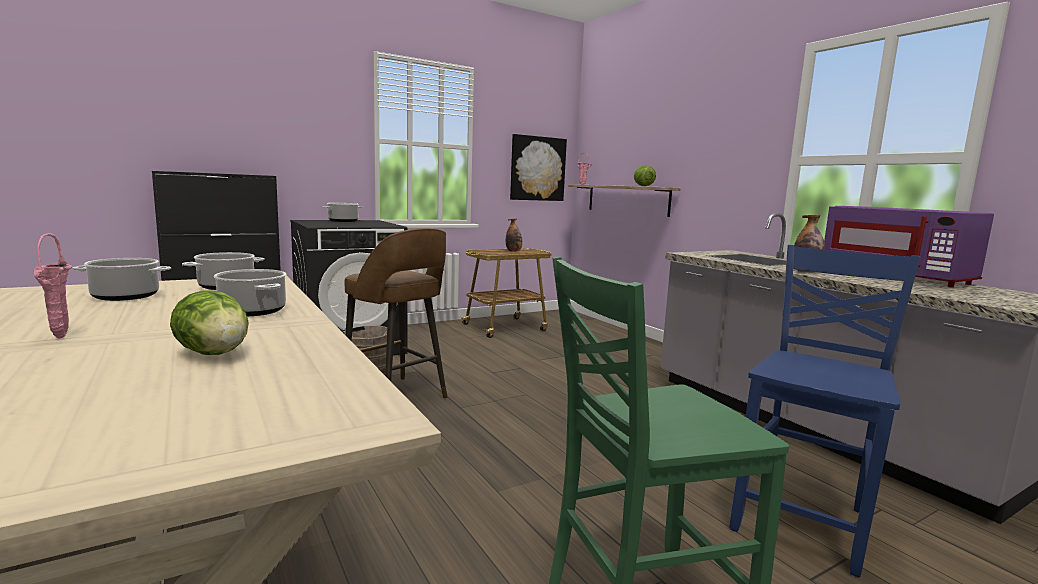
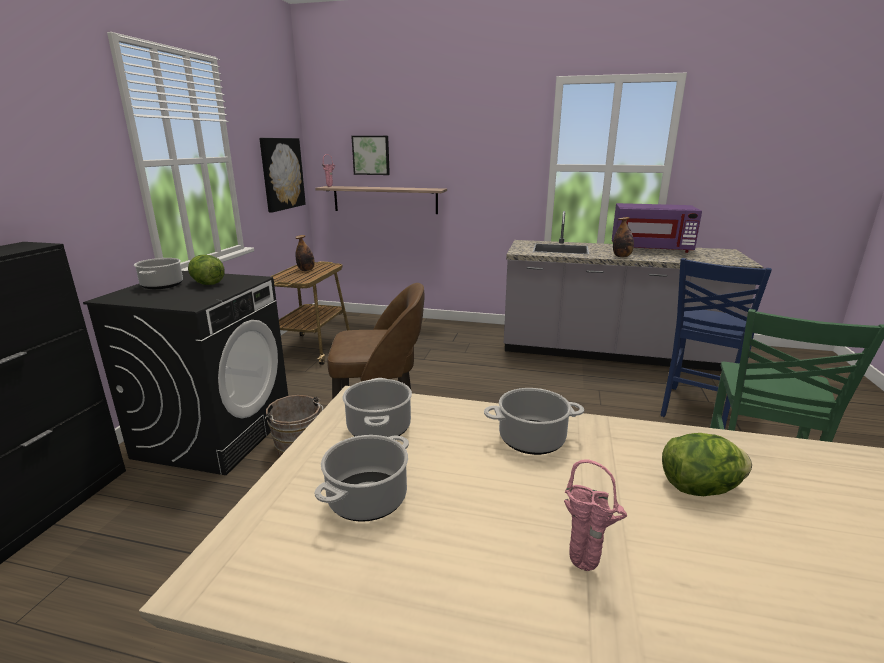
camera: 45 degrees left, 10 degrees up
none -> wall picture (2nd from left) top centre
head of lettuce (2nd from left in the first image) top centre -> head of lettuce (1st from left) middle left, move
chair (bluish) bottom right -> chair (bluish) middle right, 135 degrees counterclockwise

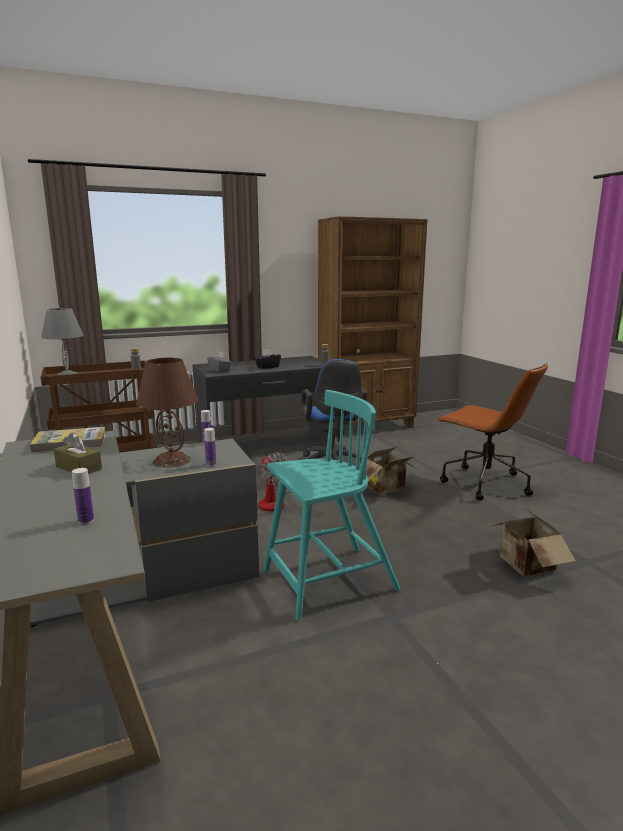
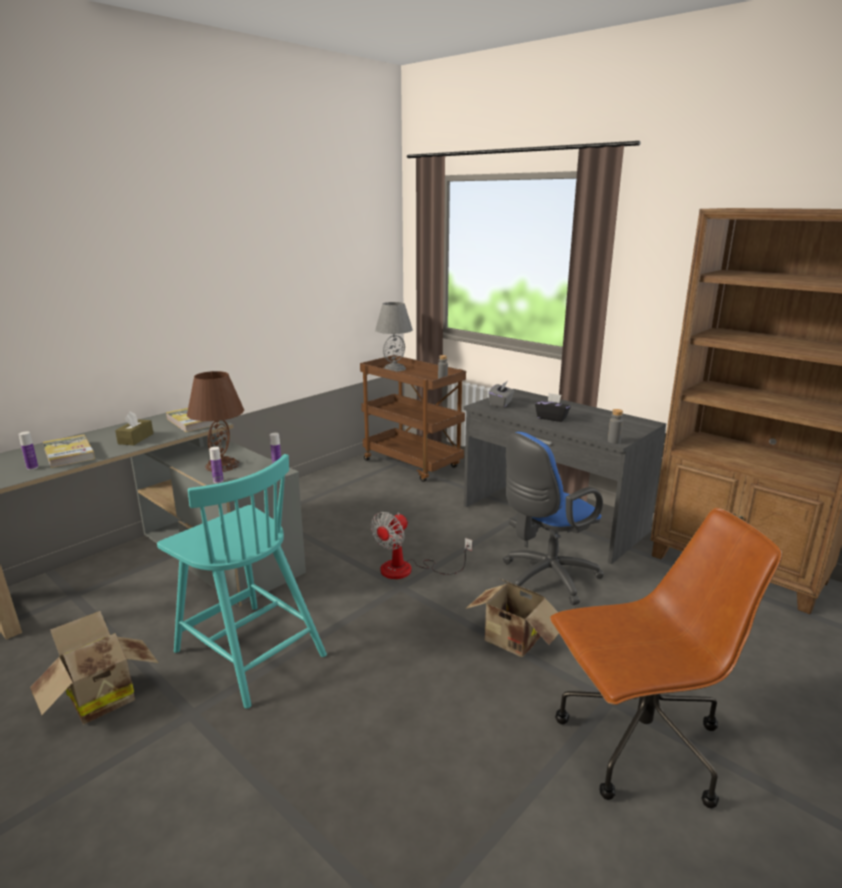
camera: 65 degrees right, 5 degrees up
none -> volume (1st from left) middle left
packing box (2nd from left in the first image) middle right -> packing box (1st from left) bottom left, move
desk chair (brown-coloured) middle right -> desk chair (brown-coloured) bottom right, 120 degrees counterclockwise

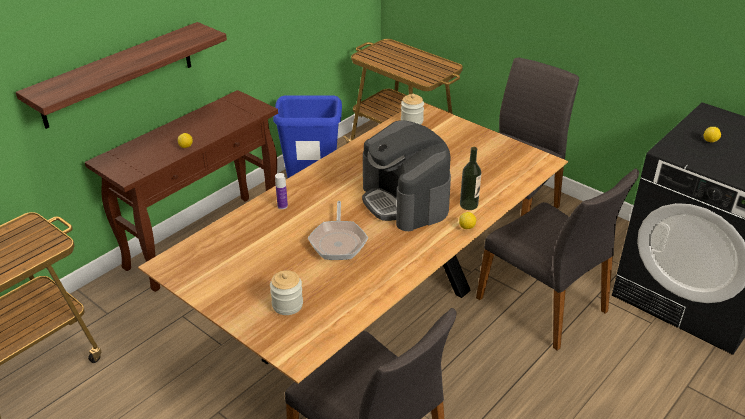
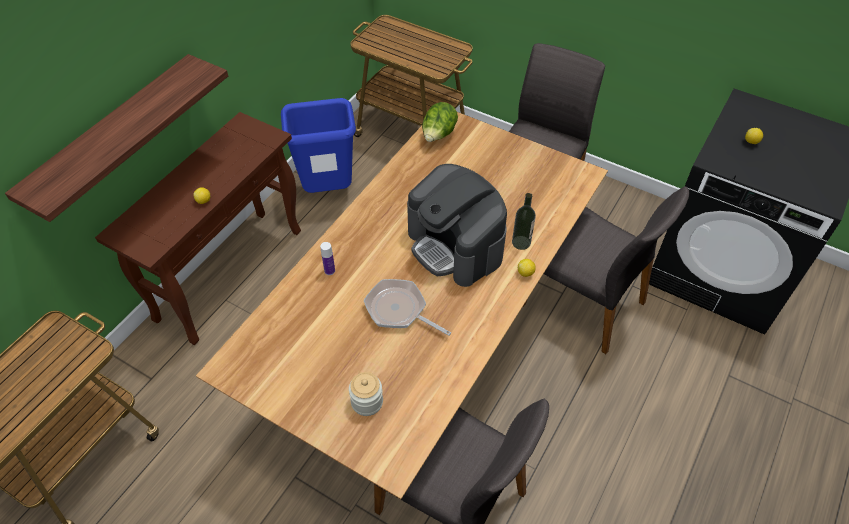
camera: 10 degrees left, 15 degrees up
storage jar (2nd from left) top centre -> head of lettuce top centre
frying pan centre, 135 degrees clockwise

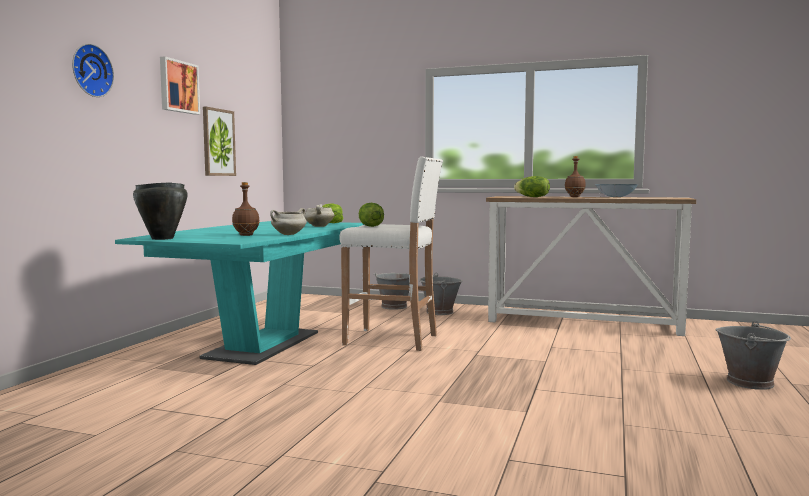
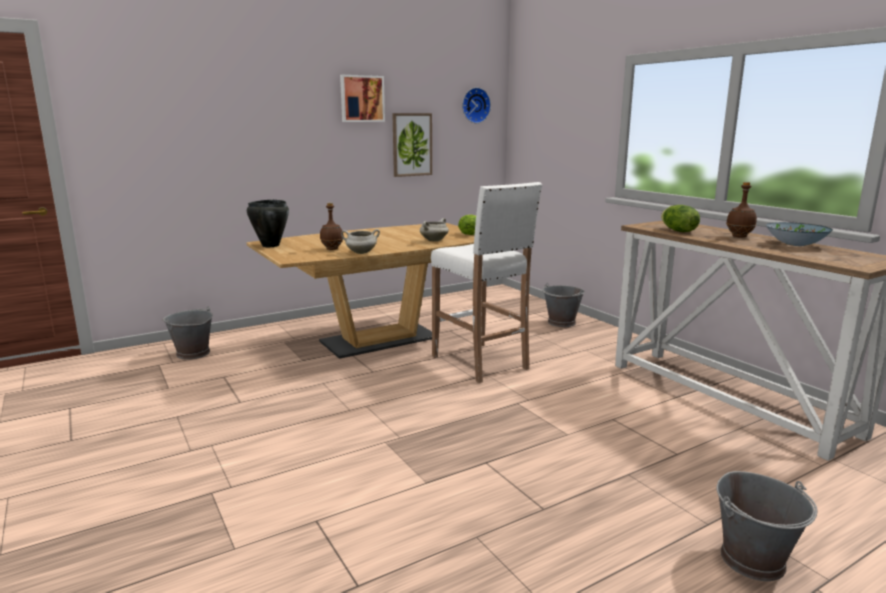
camera: 40 degrees right, 10 degrees up
head of lettuce (2nd from left) centre -> none
clock on the wall top left -> clock on the wall top centre, move
bucket (gray) (2nd from left in the first image) centre -> bucket (gray) (1st from left) middle left, move
kitchen table (blue-green) middle left -> kitchen table (brown-coloured) centre

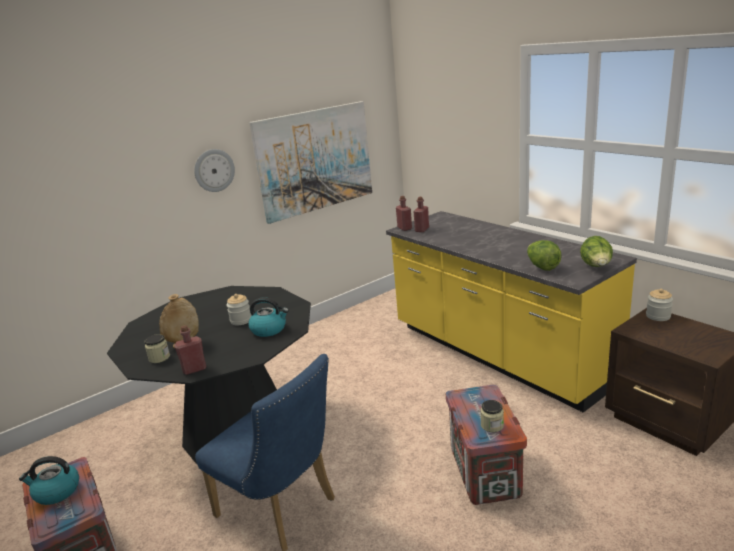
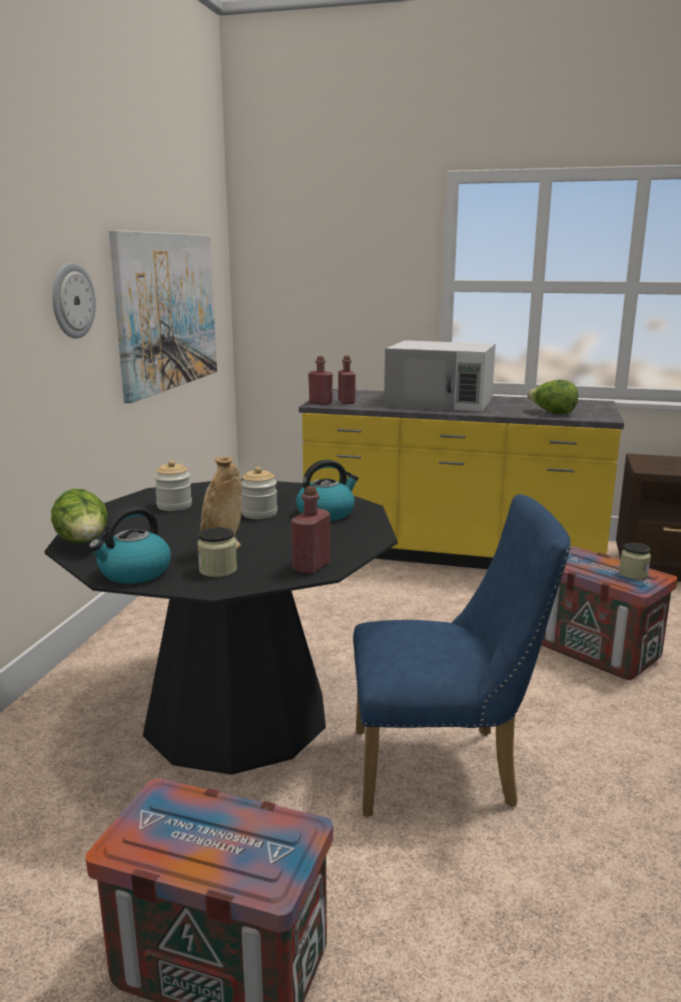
camera: 40 degrees left, 5 degrees down
none -> microwave (white-coloured) centre
tea kettle (1st from left) bottom left -> tea kettle (1st from left) middle left, move
head of lettuce (2nd from left in the first image) middle right -> head of lettuce (1st from left) middle left, move
storage jar (4th from left in the first image) middle right -> storage jar (1st from left) middle left, move

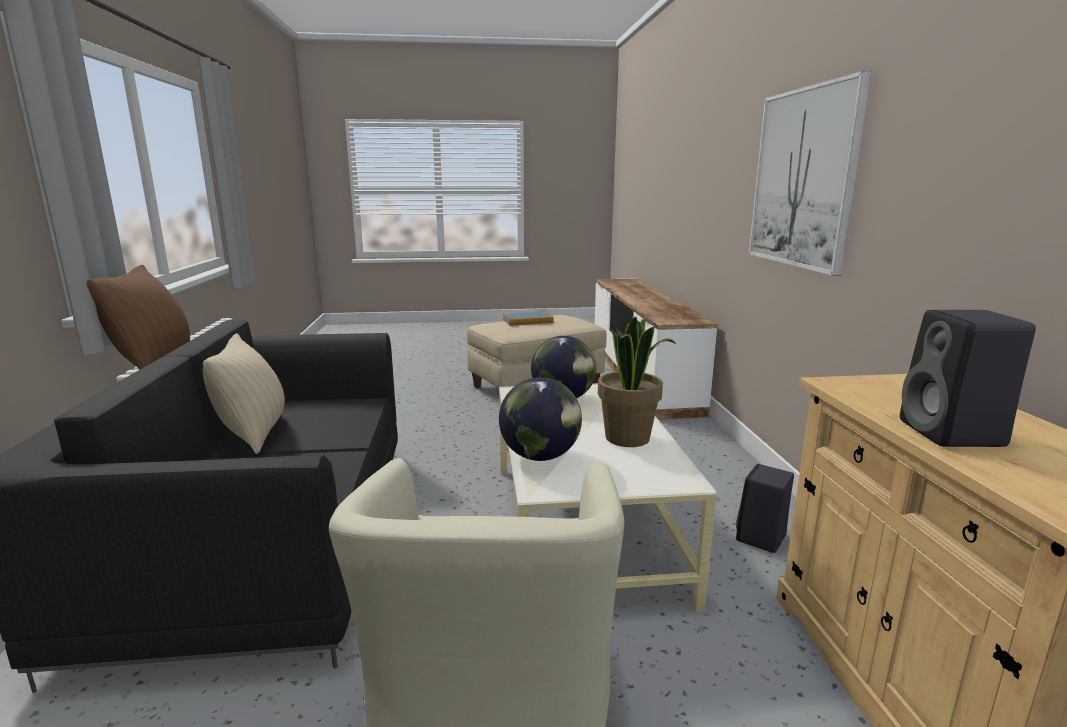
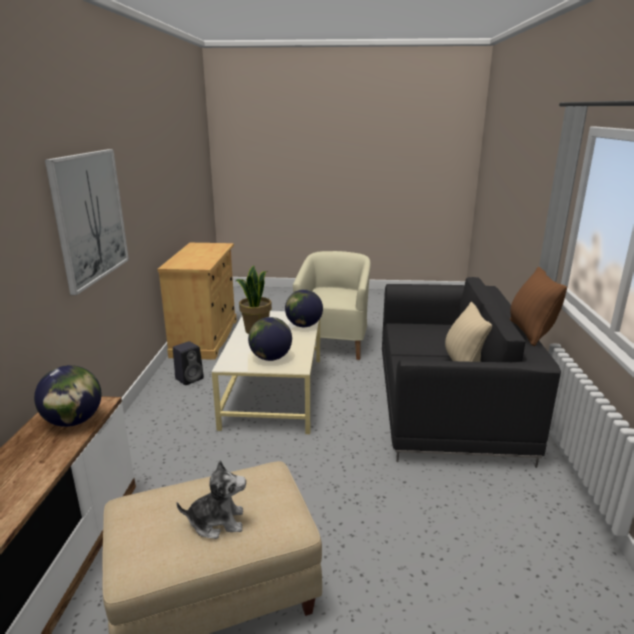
camera: 170 degrees left, 5 degrees up
audio speaker (blackish) (2nd from left) middle right -> none
none -> world globe (1st from left) middle left
volume centre -> cuddly toy bottom left

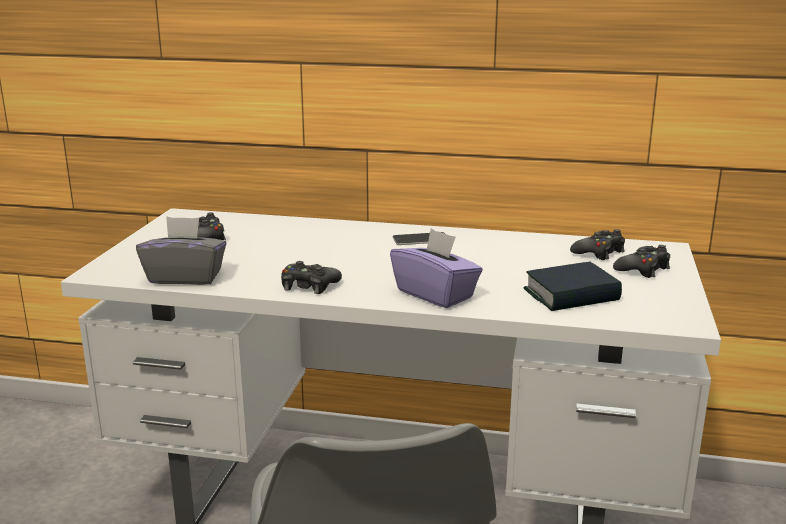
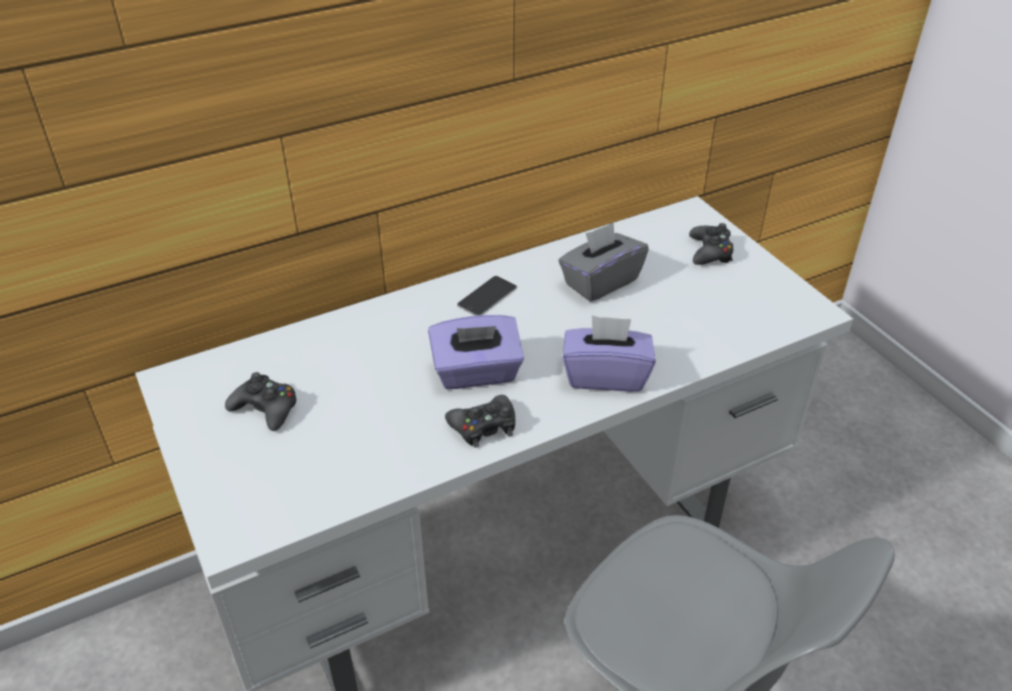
camera: 40 degrees left, 20 degrees up
volume middle right -> none
game controller (blackish) (3rd from left) middle right -> none
none -> tissue holder (purplish) (1st from left) centre
tissue holder (gray) middle left -> tissue holder (gray) centre, move

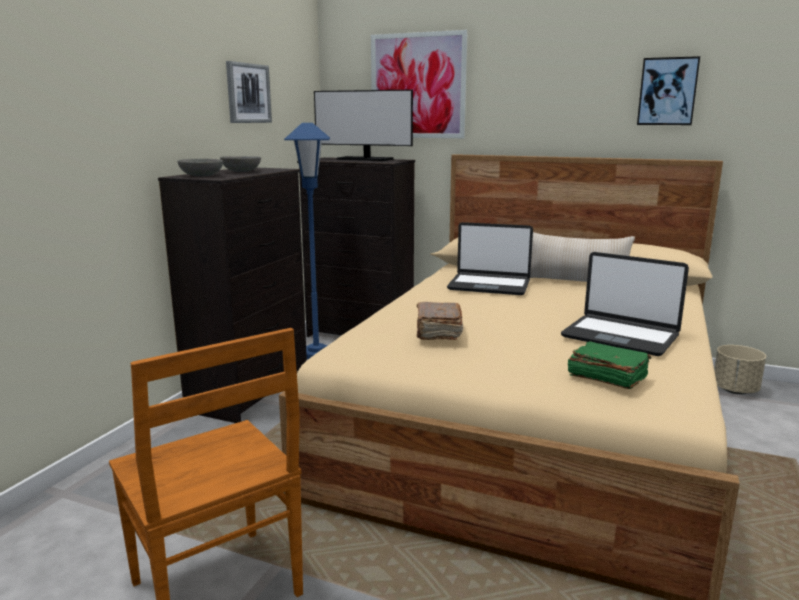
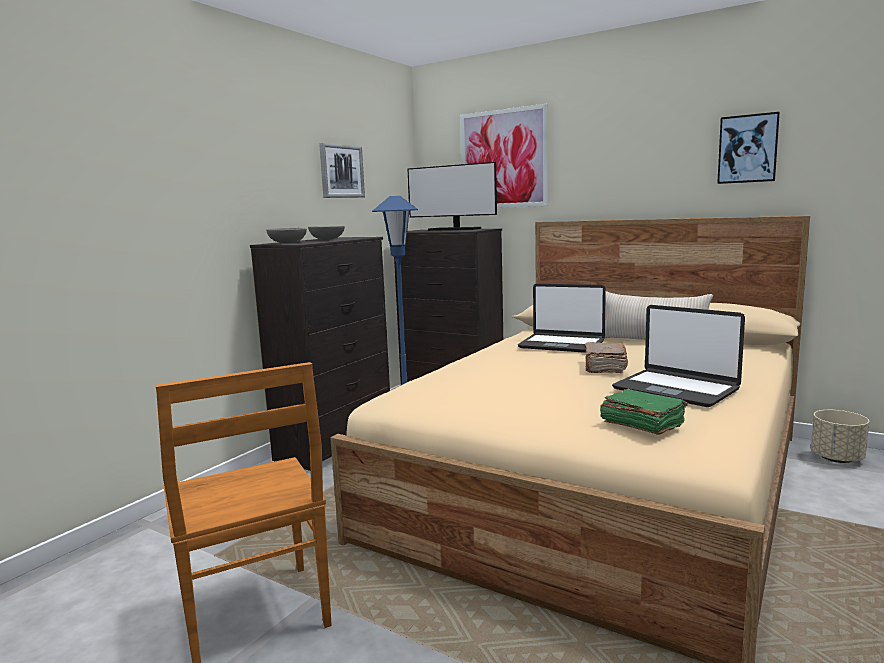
camera: 10 degrees right, 5 degrees down
volume (brown-coloured) centre -> volume (brown-coloured) middle right, move

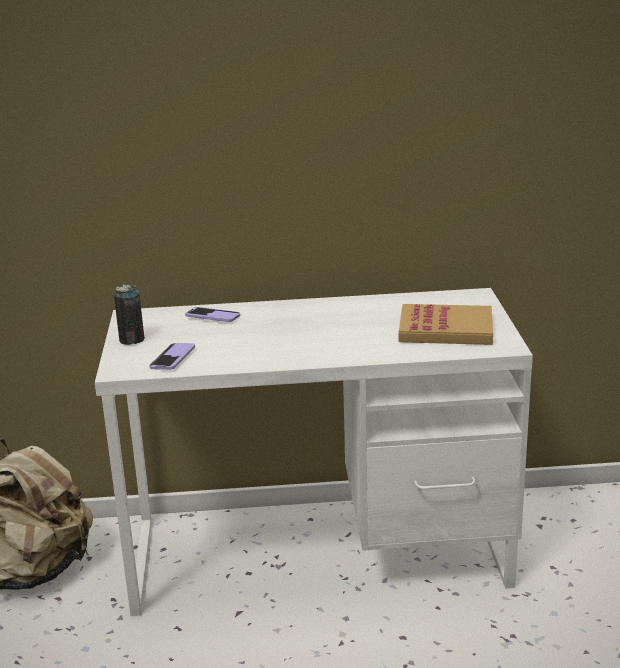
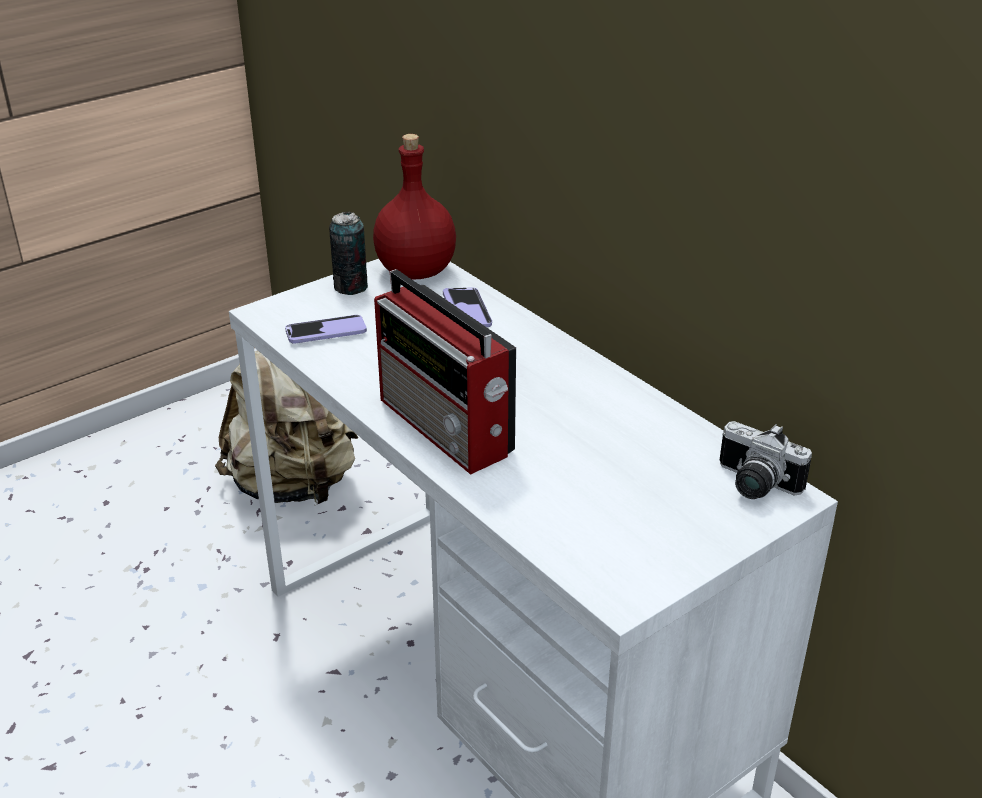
camera: 55 degrees right, 10 degrees up
volume middle right -> none
none -> beverage bottle (reddish) top centre
none -> radio set centre
none -> photo camera middle right

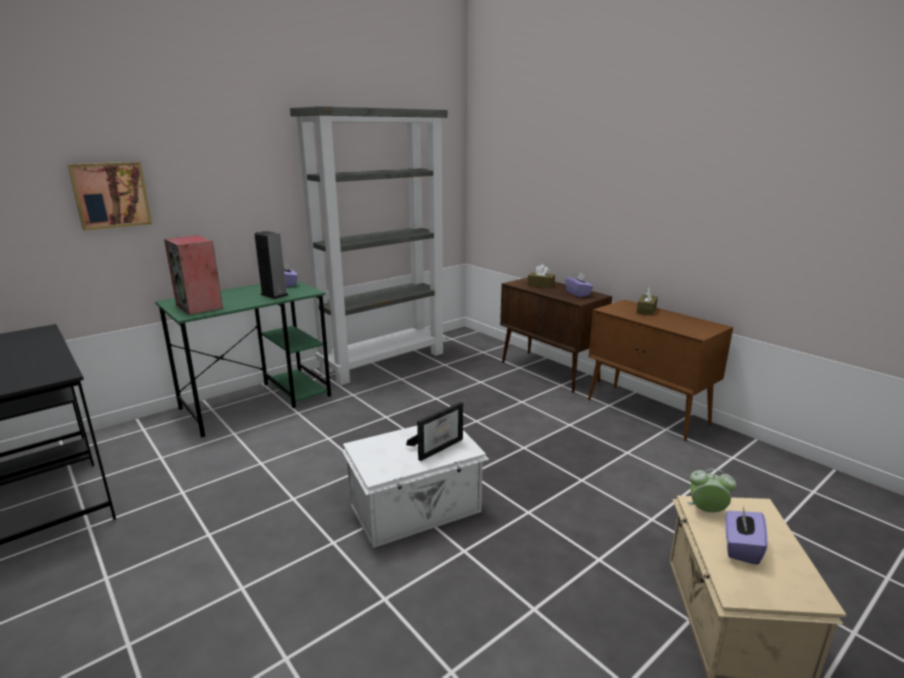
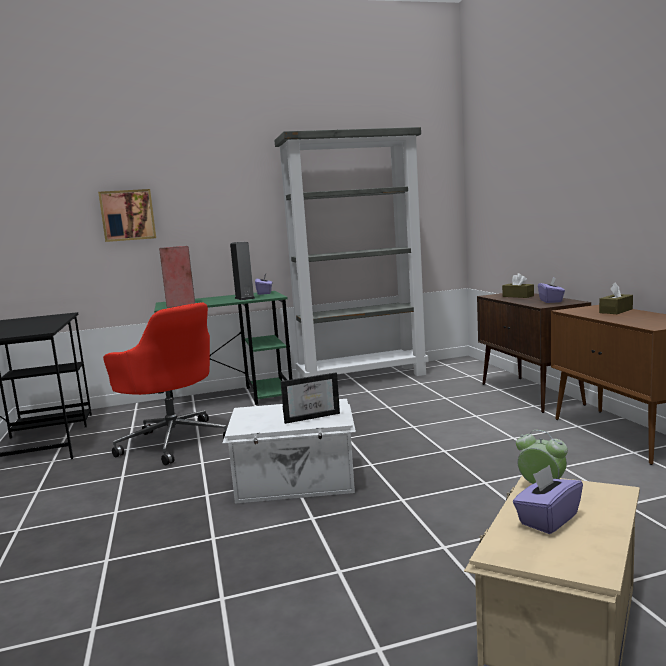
camera: 25 degrees right, 10 degrees down
none -> desk chair (reddish) middle left

